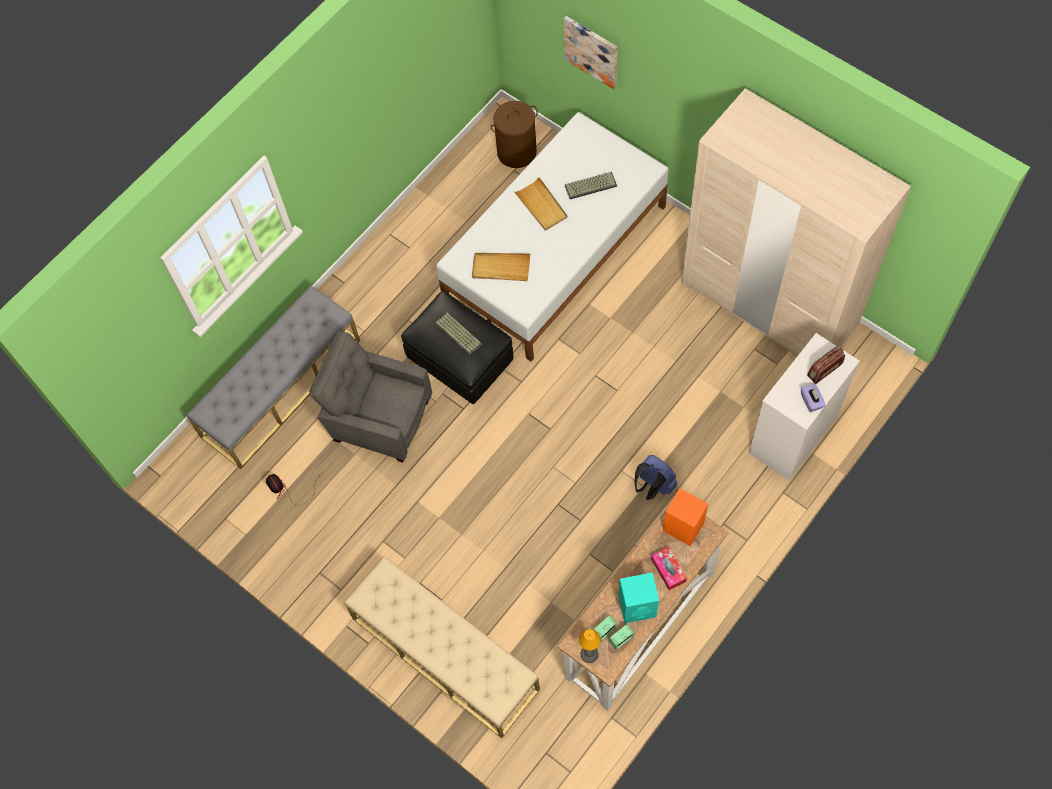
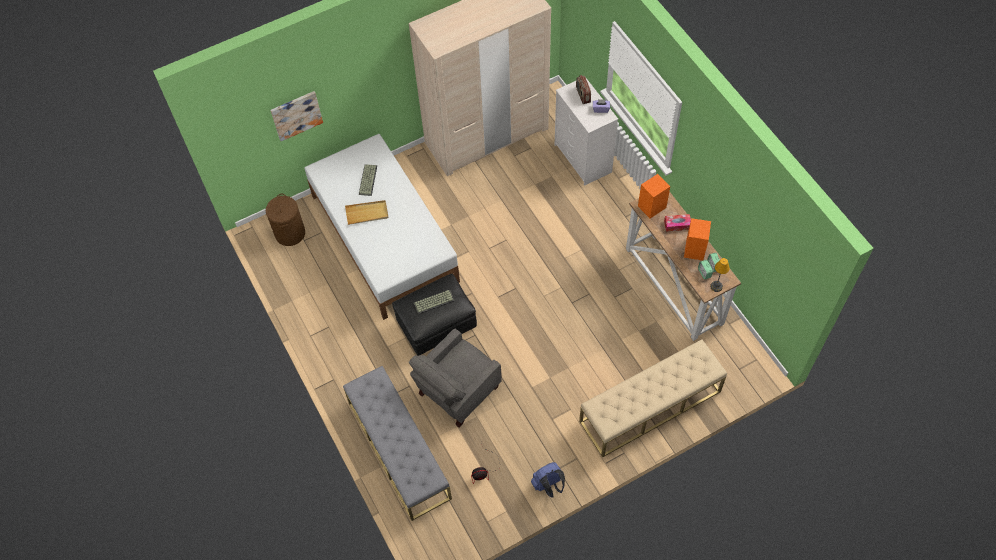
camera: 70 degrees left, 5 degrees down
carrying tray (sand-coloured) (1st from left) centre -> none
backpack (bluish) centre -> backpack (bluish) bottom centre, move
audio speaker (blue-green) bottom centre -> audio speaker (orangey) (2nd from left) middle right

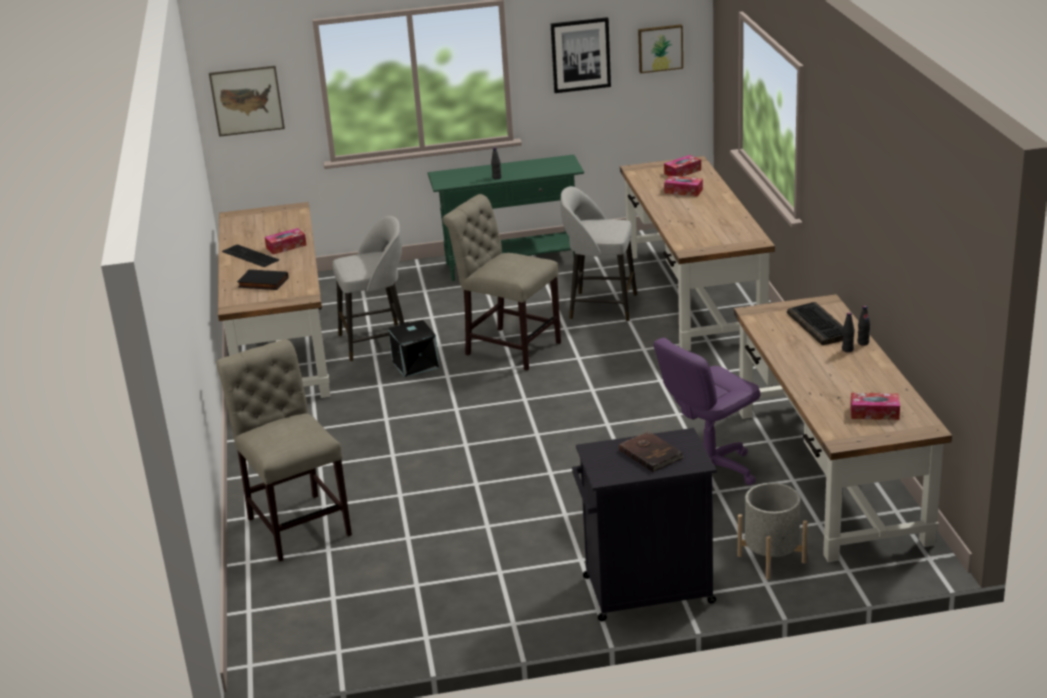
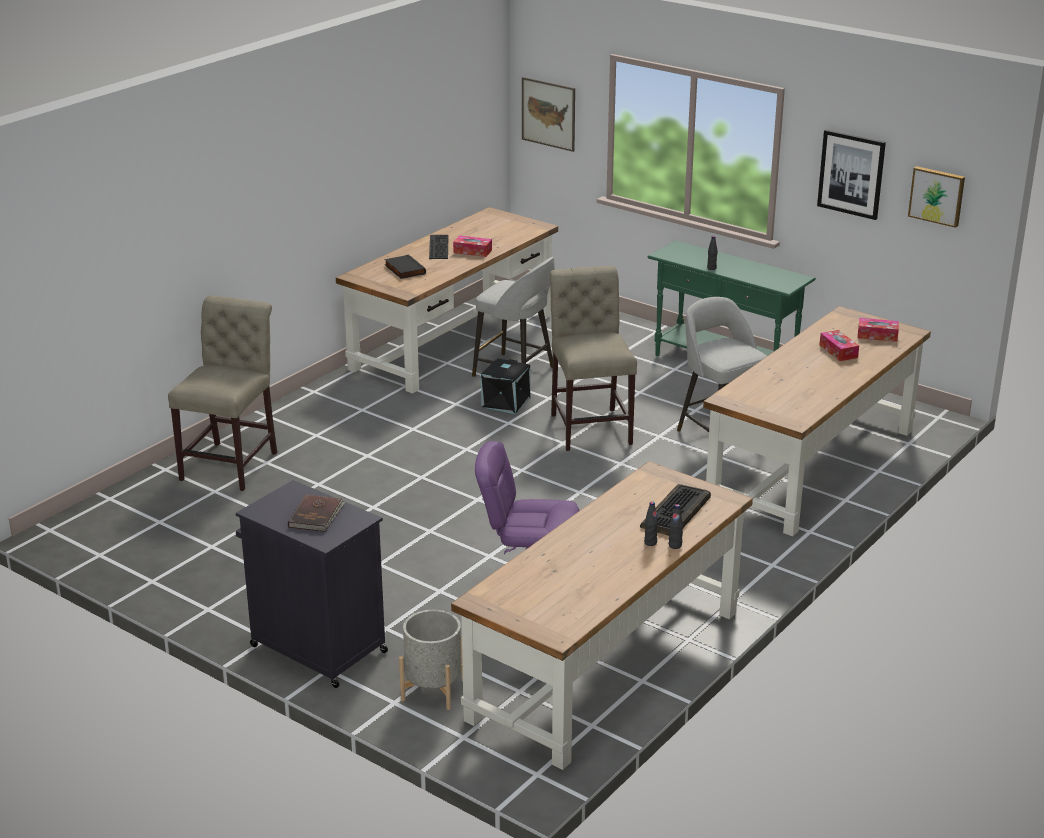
camera: 45 degrees right, 0 degrees up
tissue holder (4th from left) middle right -> none

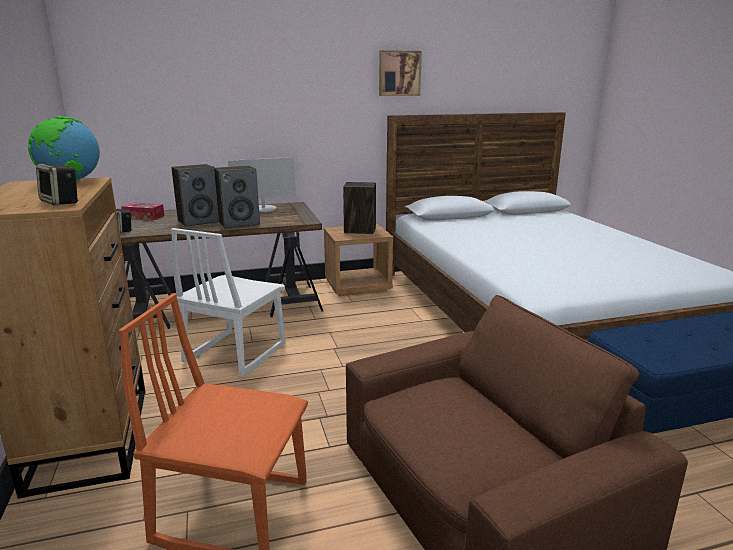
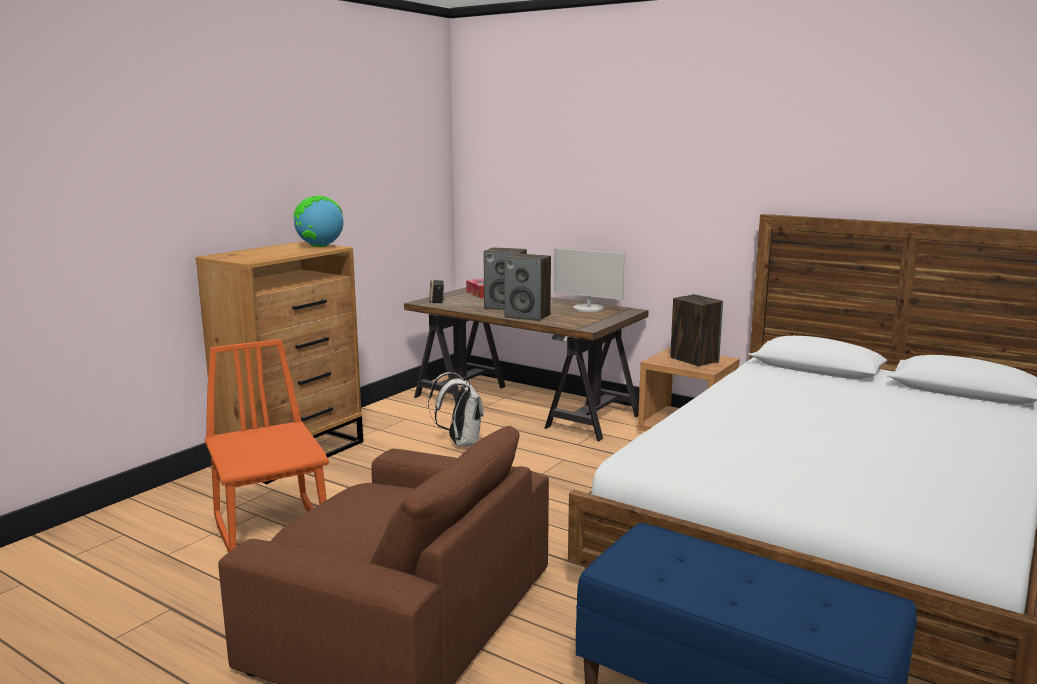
camera: 50 degrees right, 5 degrees down
audio speaker (1st from left) middle left -> none
wall picture top centre -> none
chair (white-coloured) middle left -> backpack (white-coloured) centre

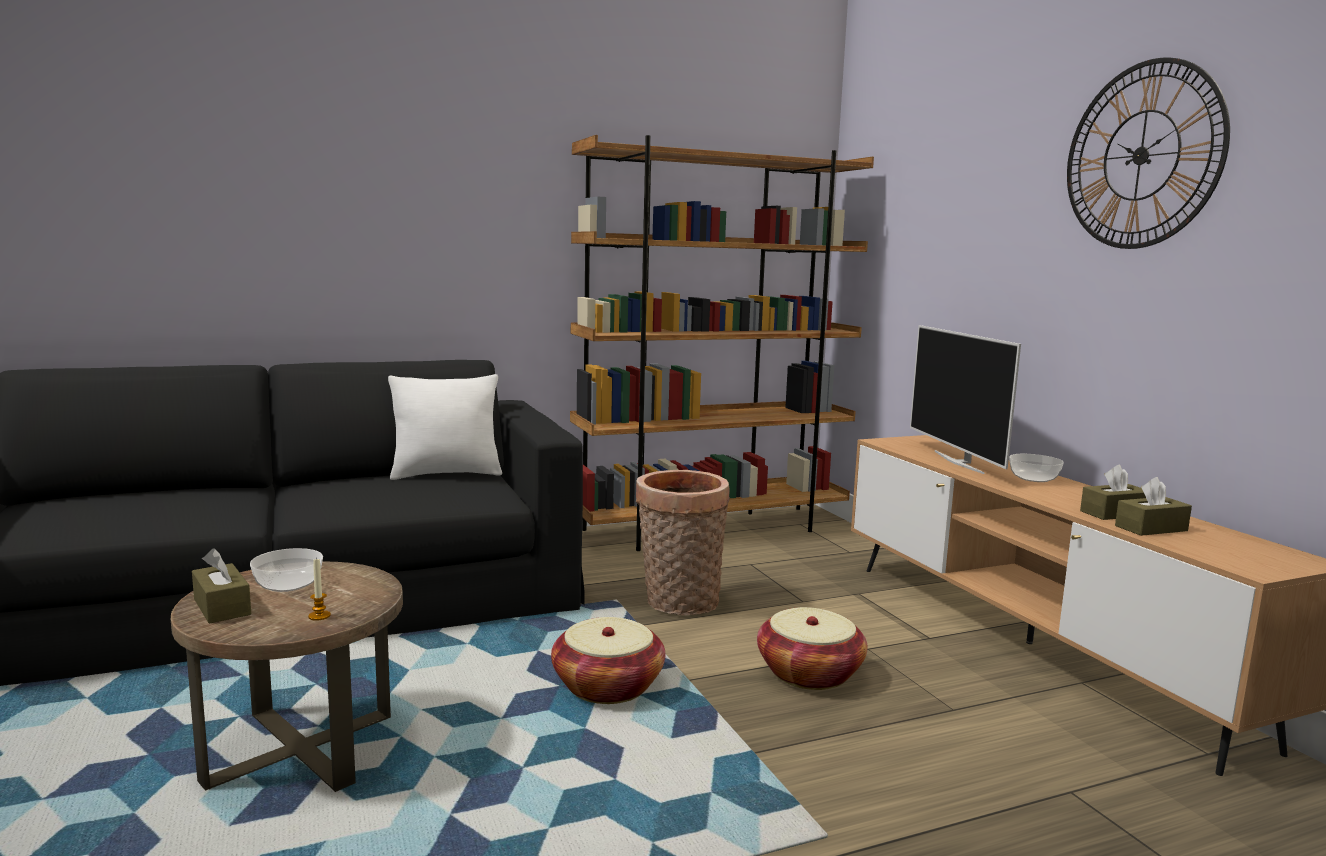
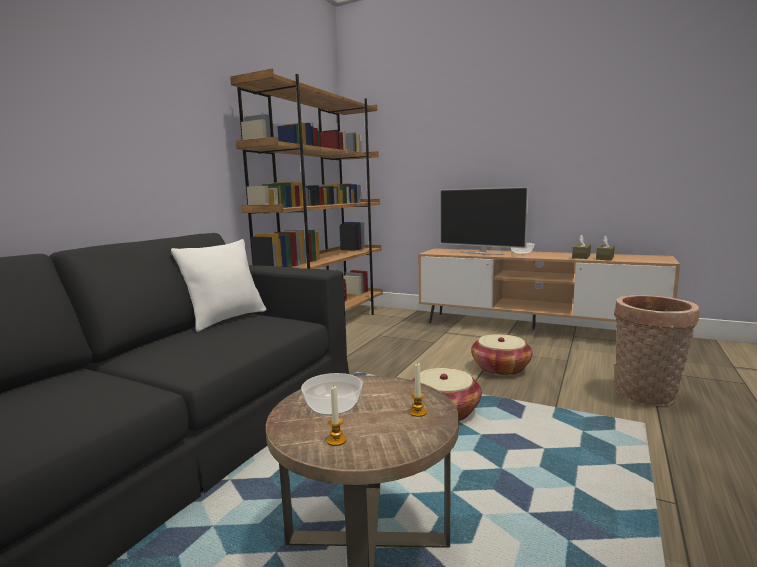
camera: 40 degrees left, 0 degrees up
clock on the wall top right -> none
household basket (2nd from left in the first image) centre -> household basket (3rd from left) middle right, move
tissue holder (brown-coloured) (1st from left) bottom left -> wax light (1st from left) bottom centre

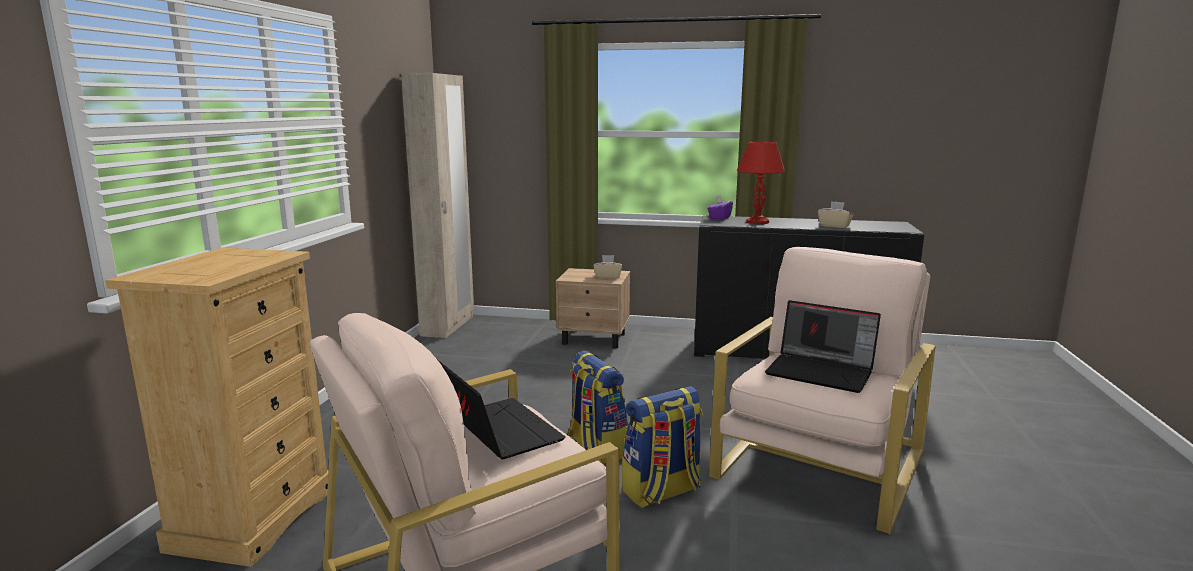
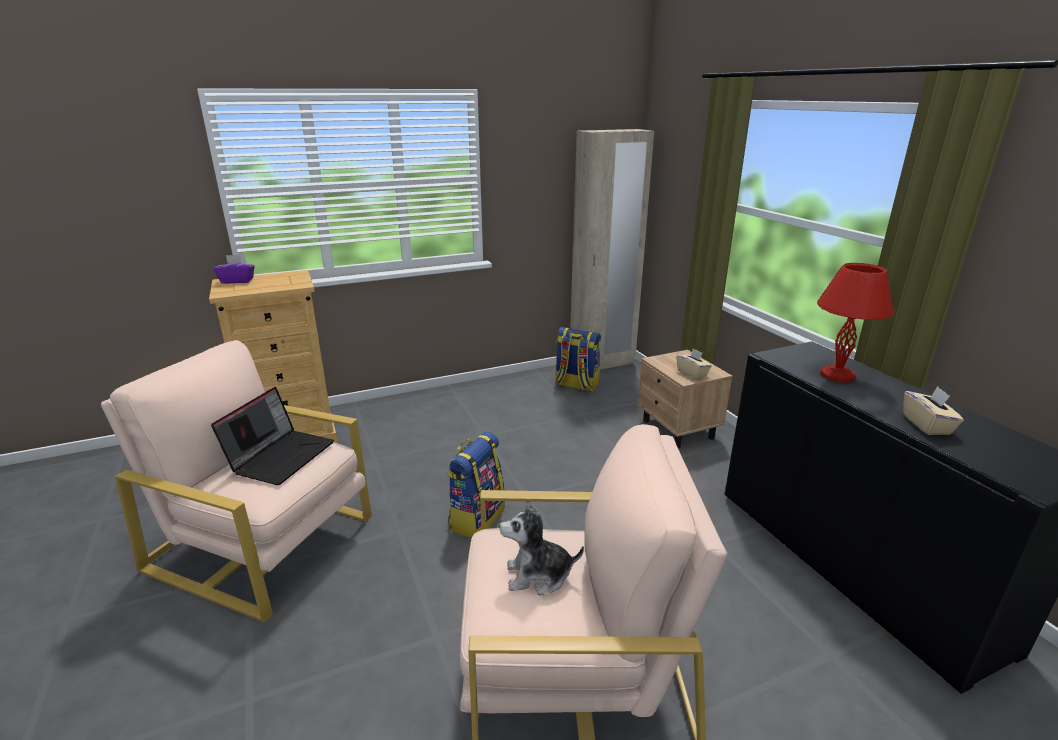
camera: 55 degrees right, 10 degrees up
backpack (2nd from left) bottom centre -> backpack (2nd from left) centre, move
tissue holder (purplish) centre -> tissue holder (purplish) middle left, move
laptop (2nd from left) middle right -> cuddly toy bottom centre

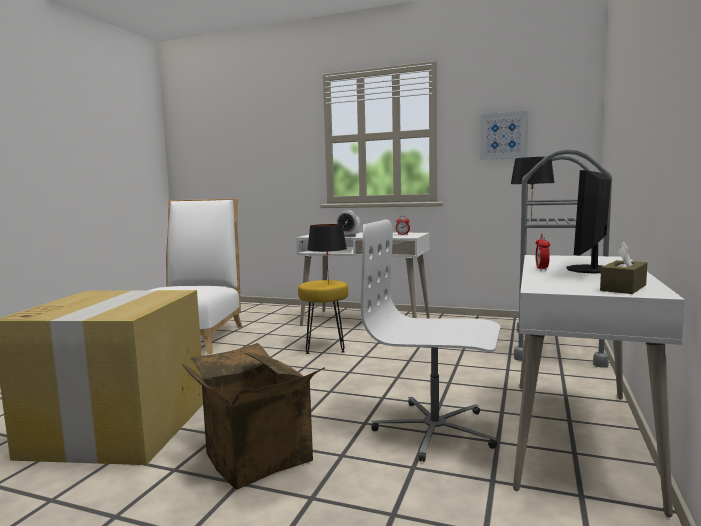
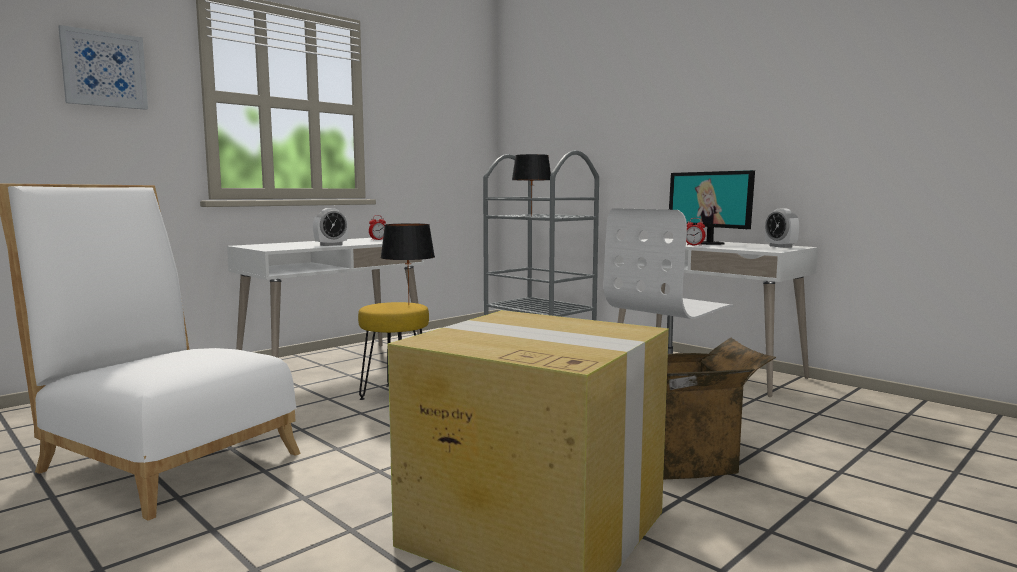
camera: 65 degrees left, 0 degrees up
wall picture top right -> wall picture top left, move
tissue holder (brown-coloured) middle right -> table clock (4th from left) middle right

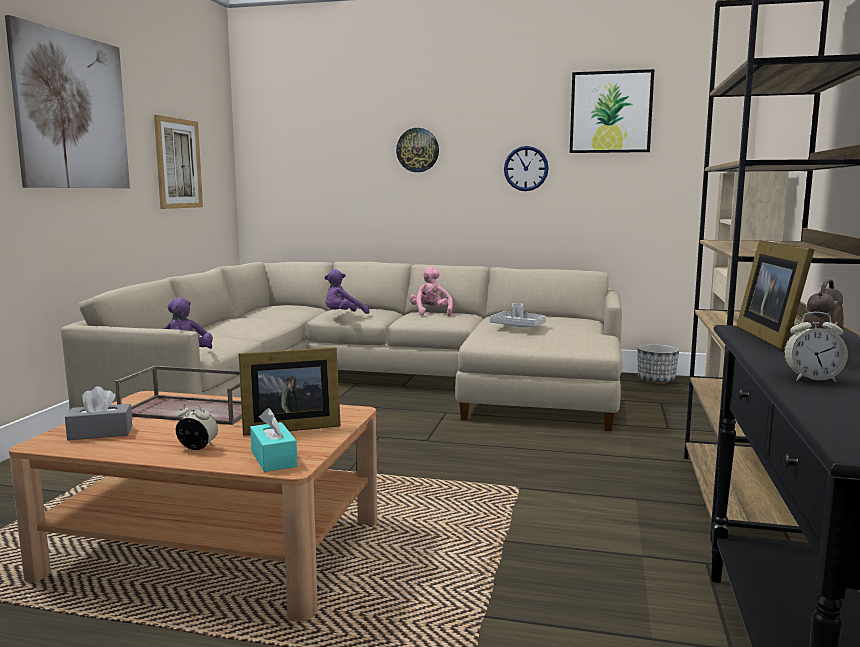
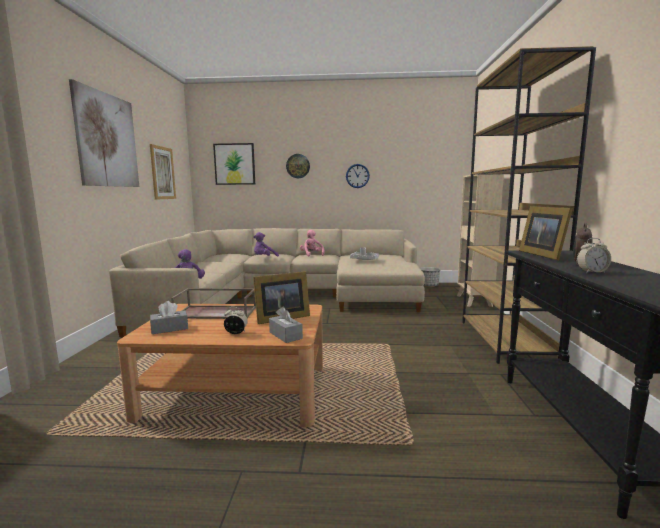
camera: 10 degrees left, 0 degrees up
wall picture (3rd from left) top right -> wall picture (3rd from left) top centre, move
tissue holder (blue-green) bottom left -> tissue holder (gray) (2nd from left) centre

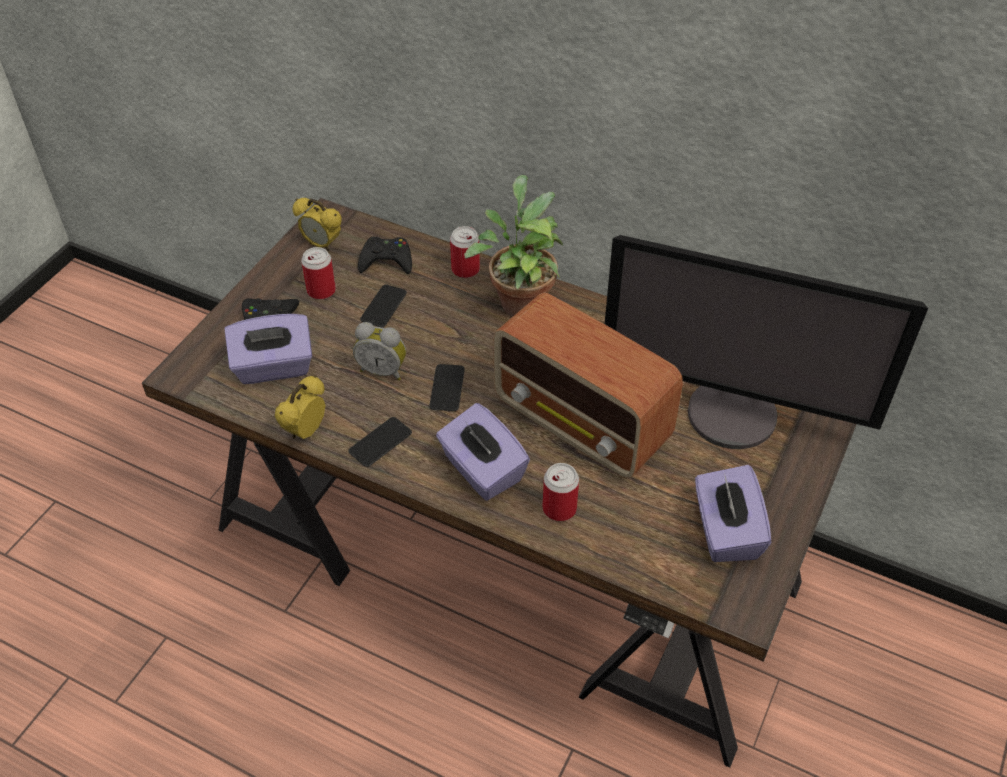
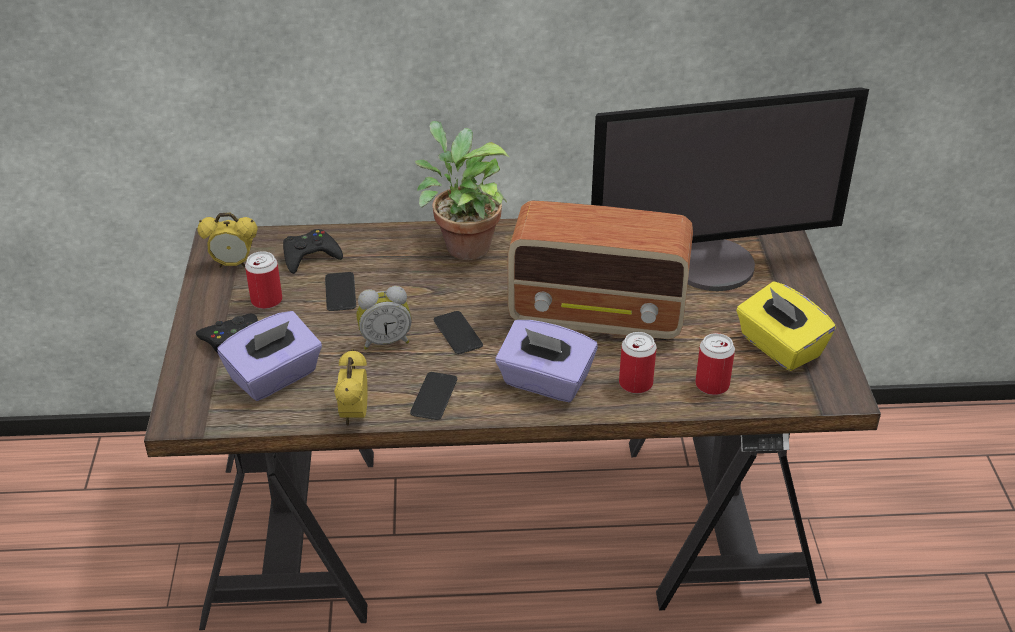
camera: 30 degrees left, 10 degrees down
can (2nd from left in the first image) top centre -> can (3rd from left) middle right, move
tissue holder (purplish) (3rd from left) middle right -> tissue holder (yellow-coloured) middle right

